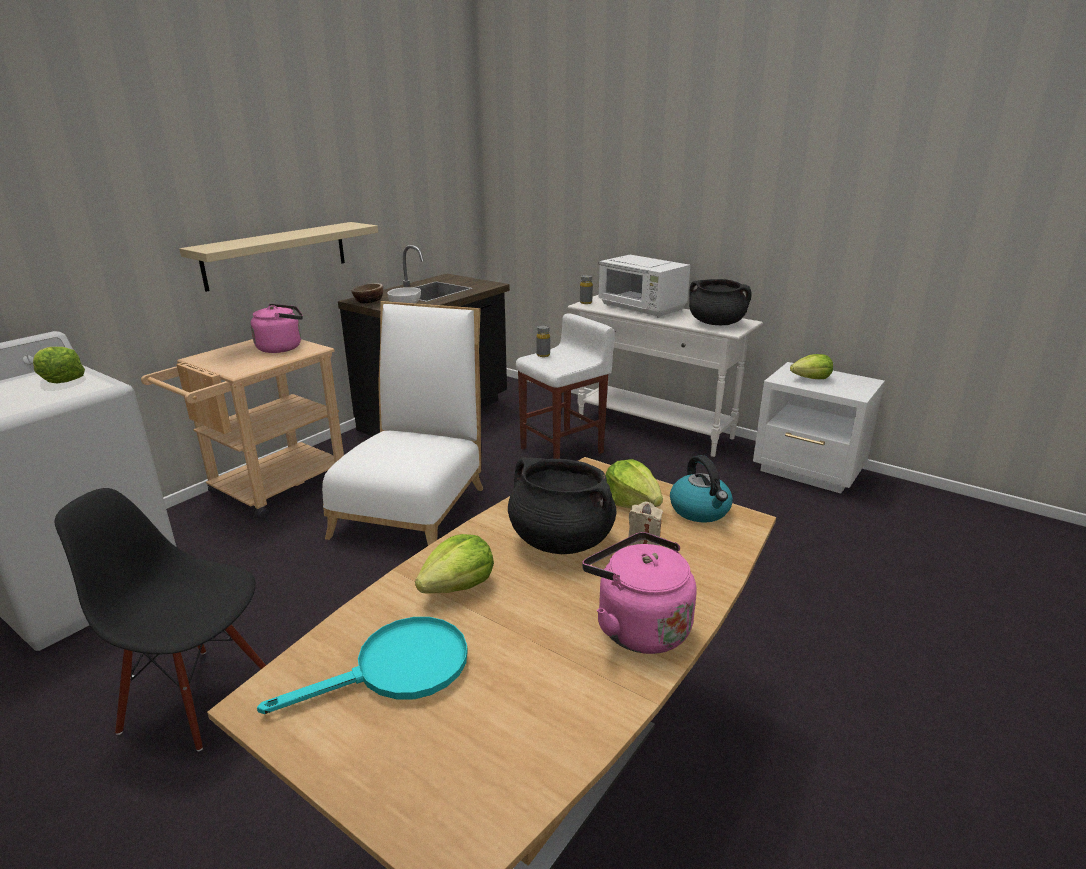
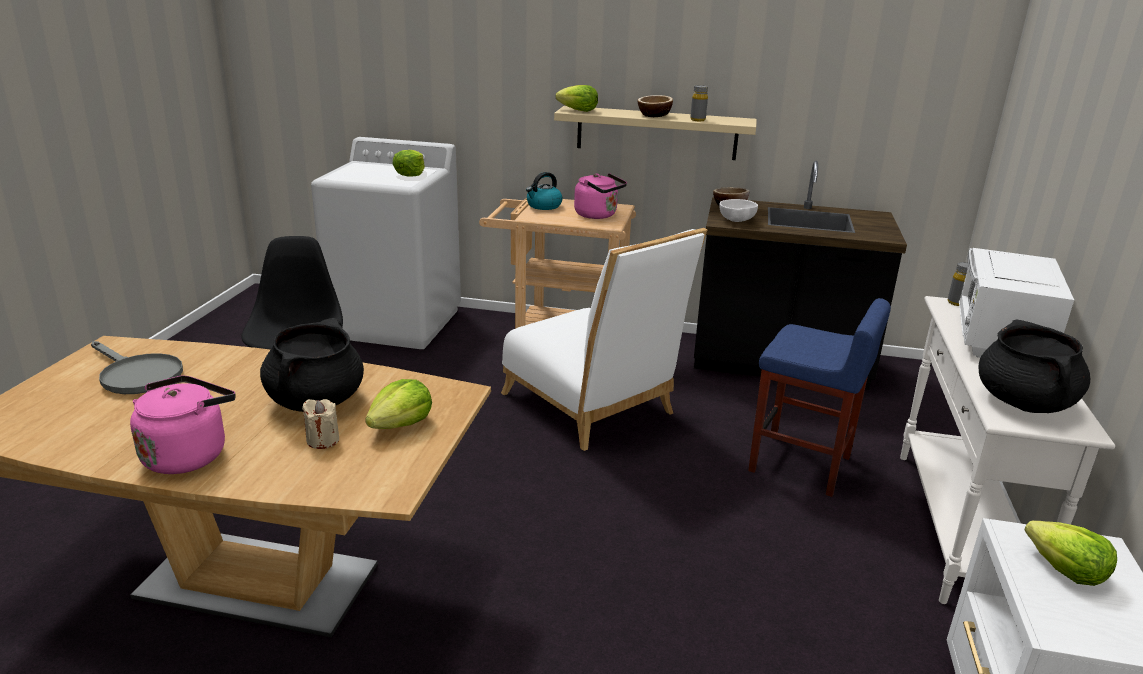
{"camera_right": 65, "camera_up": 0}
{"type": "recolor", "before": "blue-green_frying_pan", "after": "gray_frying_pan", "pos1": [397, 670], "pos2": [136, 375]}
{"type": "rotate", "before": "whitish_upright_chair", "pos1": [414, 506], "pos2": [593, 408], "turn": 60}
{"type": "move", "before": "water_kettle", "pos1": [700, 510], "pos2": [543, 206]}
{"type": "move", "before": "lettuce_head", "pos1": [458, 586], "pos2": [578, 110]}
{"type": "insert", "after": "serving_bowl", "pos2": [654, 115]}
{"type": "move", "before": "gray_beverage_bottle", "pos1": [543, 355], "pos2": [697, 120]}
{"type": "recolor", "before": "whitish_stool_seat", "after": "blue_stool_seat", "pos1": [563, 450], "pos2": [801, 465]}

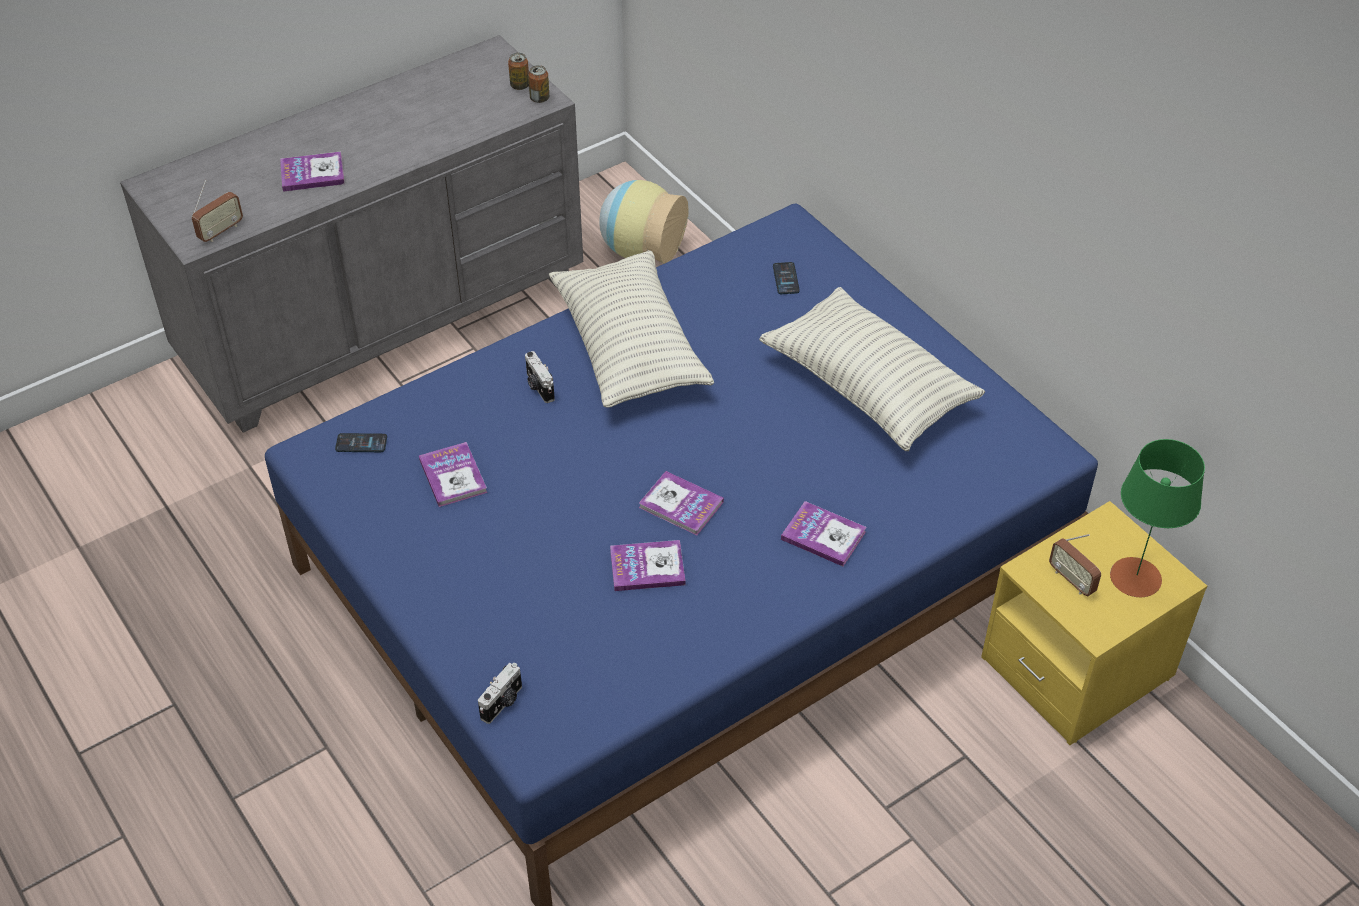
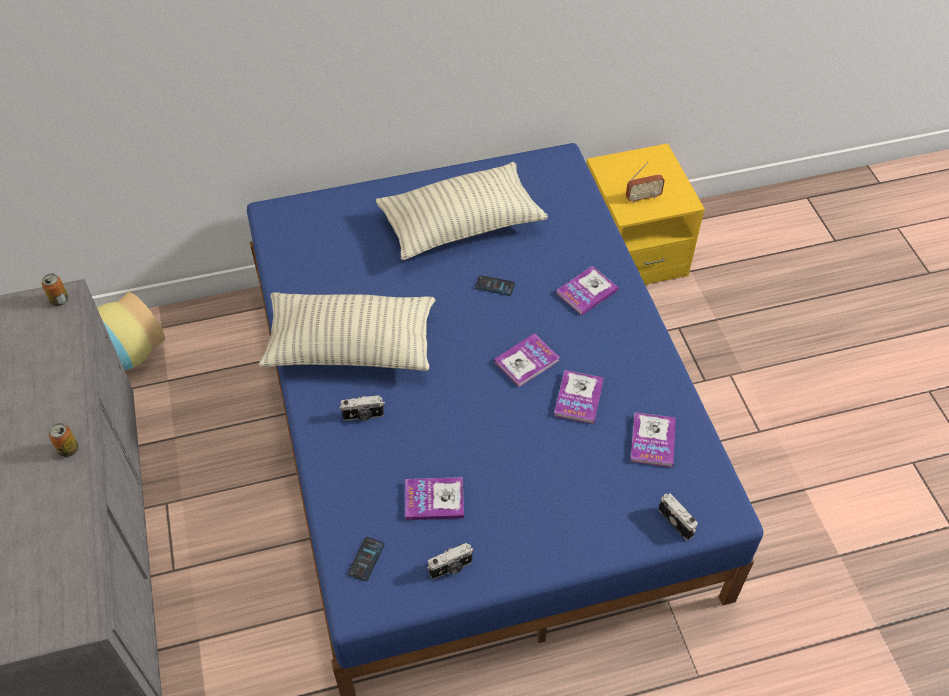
{"camera_right": -70, "camera_up": 5}
{"type": "move", "before": "metal_can", "pos1": [520, 85], "pos2": [68, 449]}
{"type": "insert", "after": "still_camera", "pos2": [451, 568]}
{"type": "move", "before": "telephone", "pos1": [786, 279], "pos2": [495, 286]}
{"type": "move", "before": "bound_book", "pos1": [312, 173], "pos2": [653, 440]}
{"type": "delete", "before": "radio_set", "pos1": [220, 231]}
{"type": "delete", "before": "green-coloured_lamp_for_a_table", "pos1": [1136, 577]}

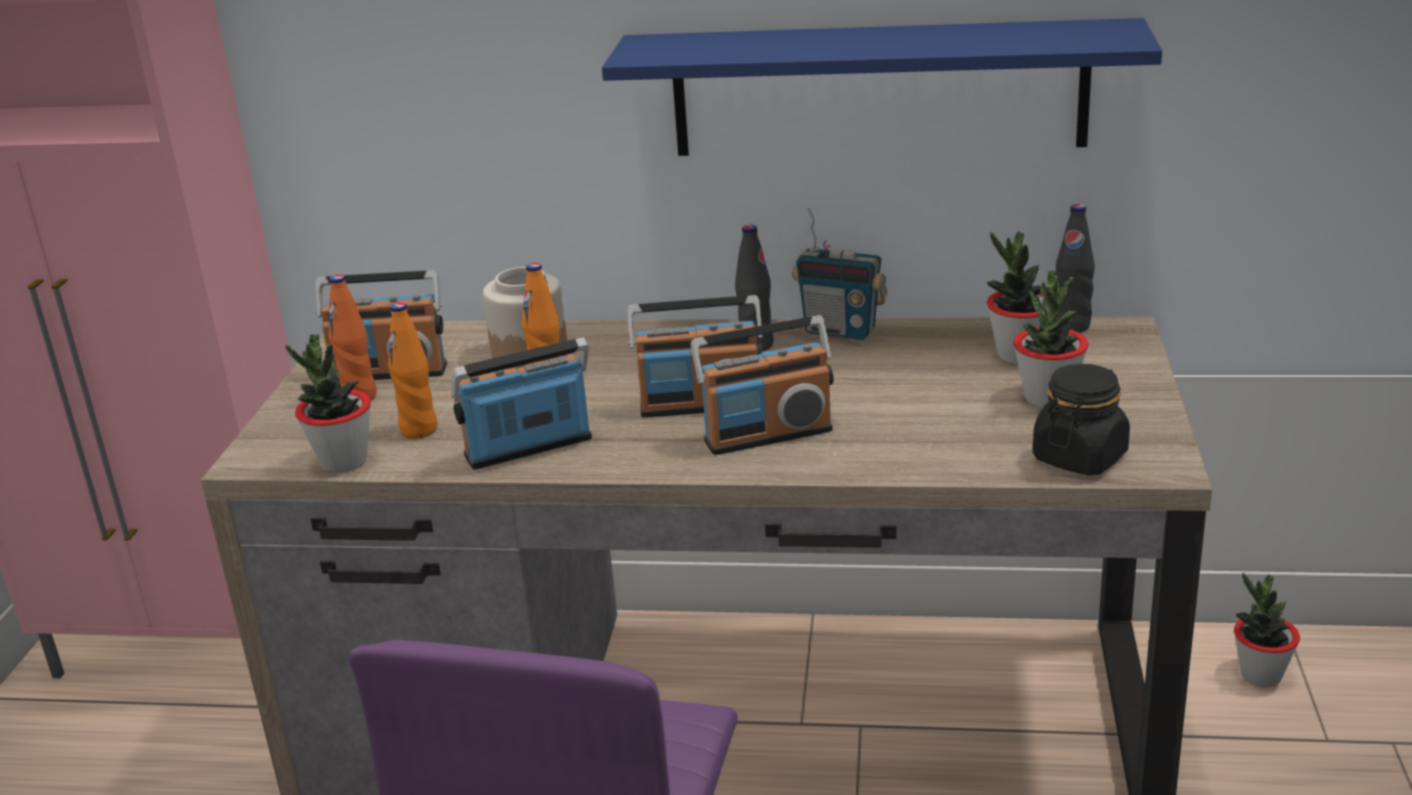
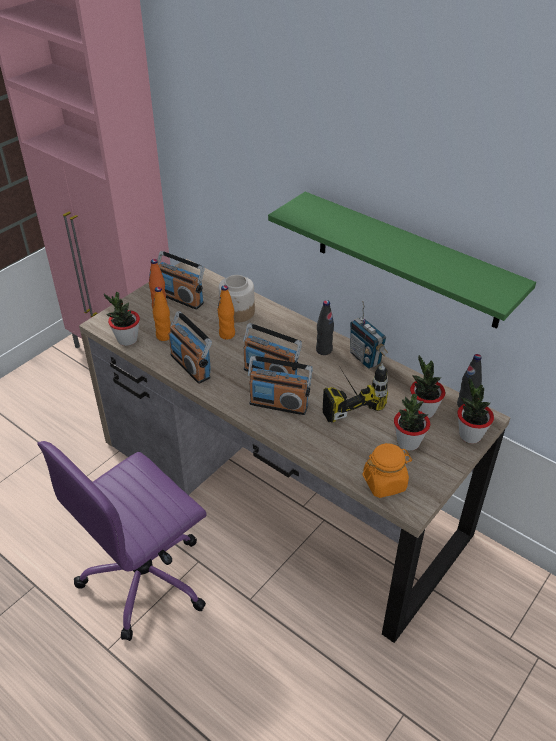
{"camera_right": 30, "camera_up": 15}
{"type": "rotate", "before": "radio_set", "pos1": [529, 449], "pos2": [191, 366], "turn": -135}
{"type": "recolor", "before": "blue_wall_shelf", "after": "green-coloured_wall_shelf", "pos1": [878, 89], "pos2": [407, 260]}
{"type": "insert", "after": "electric_drill", "pos2": [346, 397]}
{"type": "recolor", "before": "black-coloured_jar", "after": "orange_jar", "pos1": [1080, 457], "pos2": [384, 483]}
{"type": "move", "before": "potted_plant", "pos1": [1260, 675], "pos2": [470, 435]}

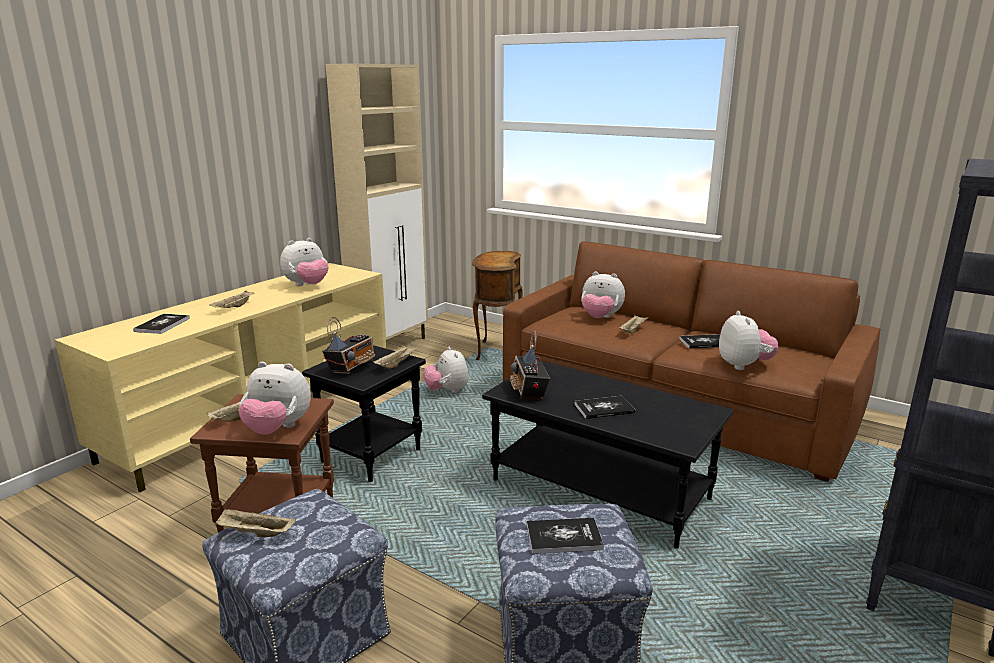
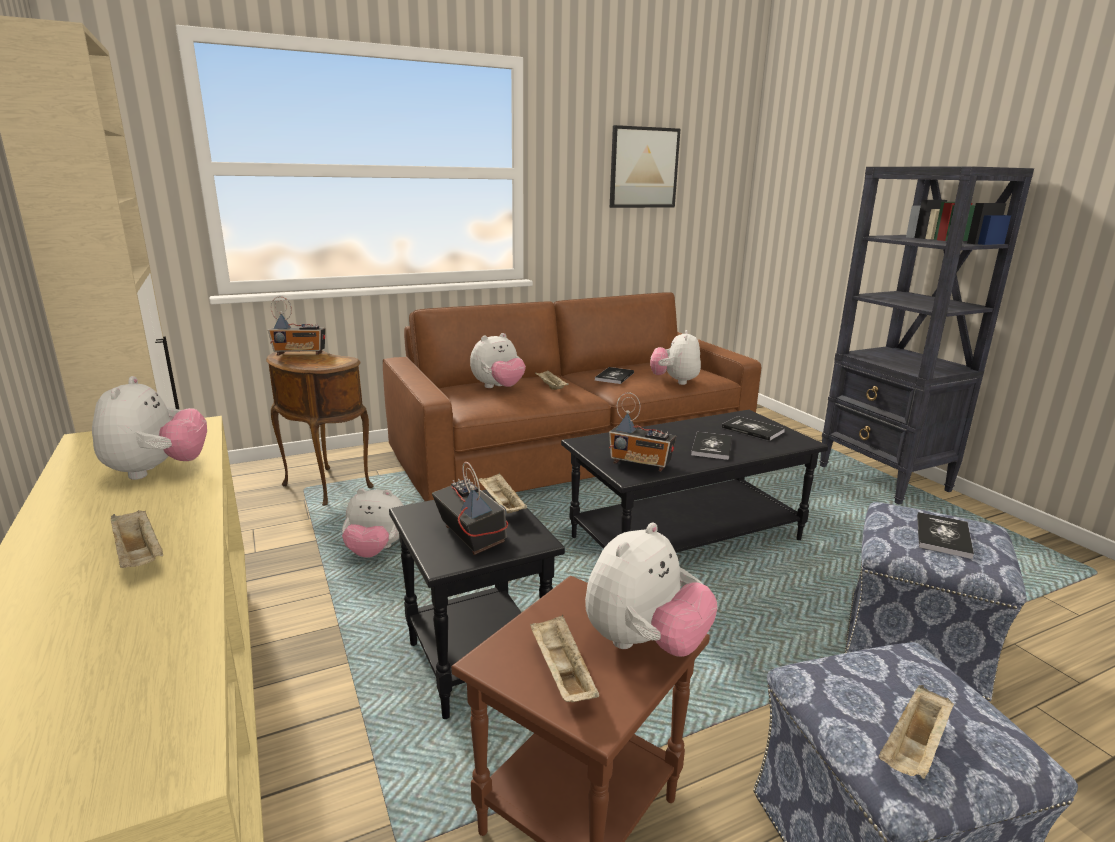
{"camera_right": -60, "camera_up": 0}
{"type": "insert", "after": "radio_set", "pos2": [300, 354]}
{"type": "insert", "after": "wall_picture", "pos2": [643, 168]}
{"type": "rotate", "before": "cuddly_toy", "pos1": [744, 365], "pos2": [674, 381], "turn": -105}
{"type": "move", "before": "bound_book", "pos1": [162, 325], "pos2": [752, 430]}

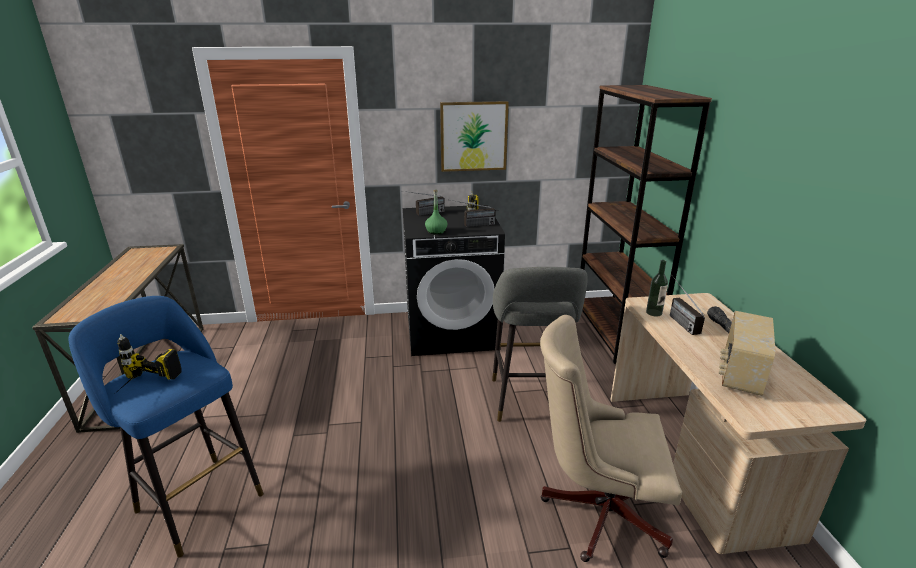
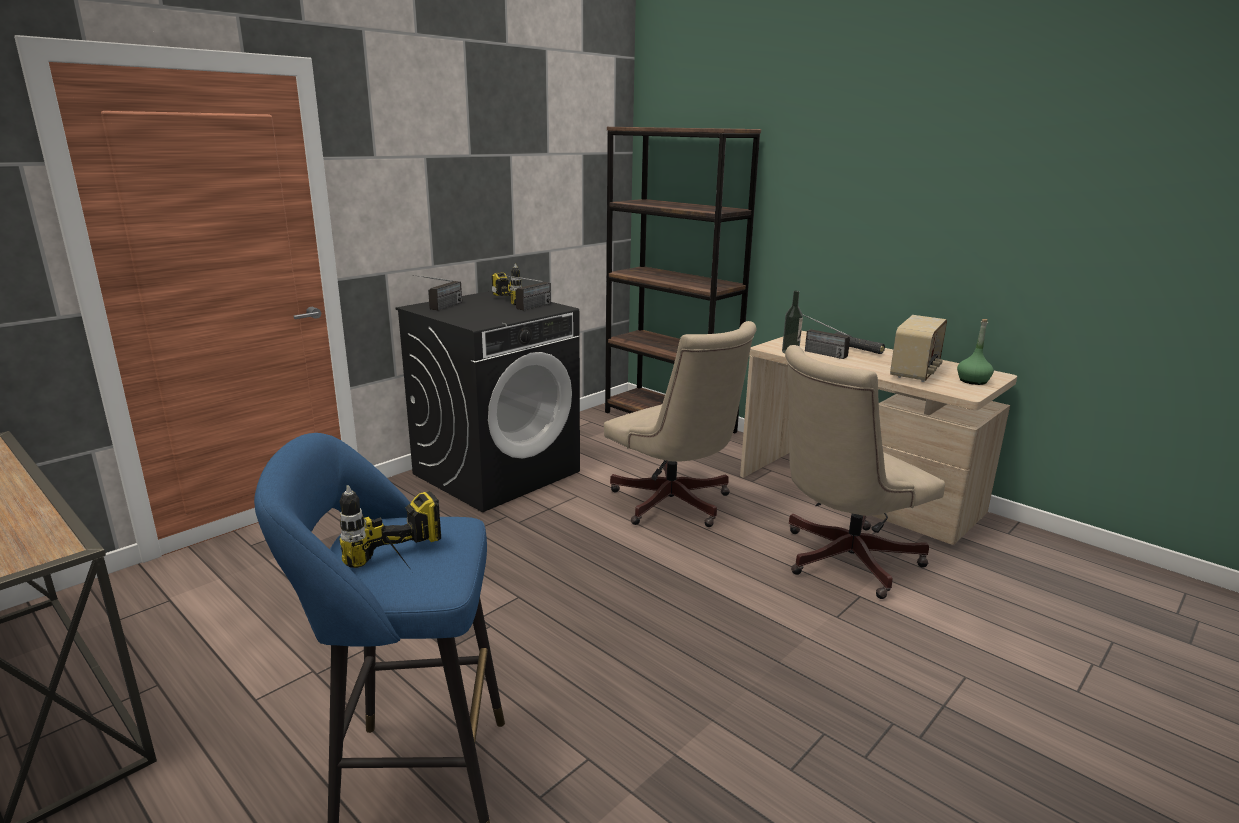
{"camera_right": -40, "camera_up": -5}
{"type": "replace", "before": "gray_stool_seat", "after": "sand-coloured_desk_chair", "pos1": [529, 403], "pos2": [675, 506]}
{"type": "rotate", "before": "radio_set", "pos1": [739, 374], "pos2": [915, 373], "turn": -135}
{"type": "move", "before": "green-coloured_beverage_bottle", "pos1": [436, 231], "pos2": [972, 381]}
{"type": "delete", "before": "wall_picture", "pos1": [473, 136]}

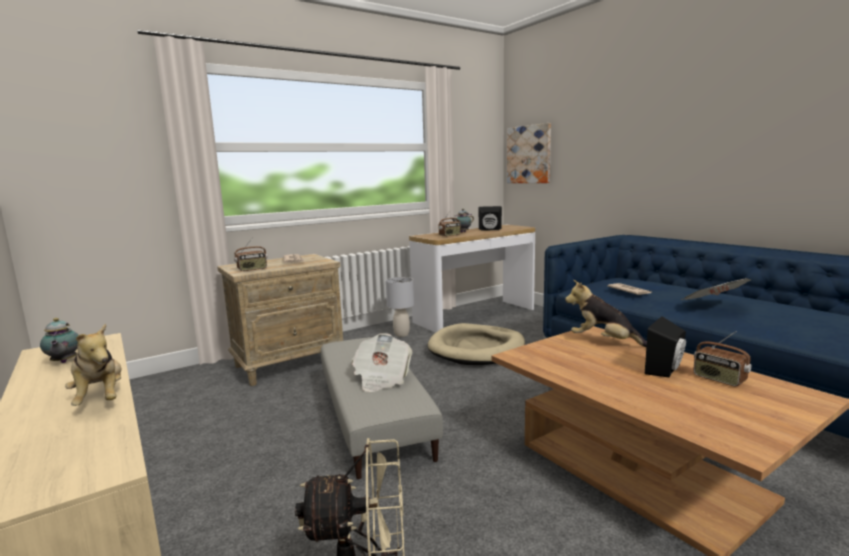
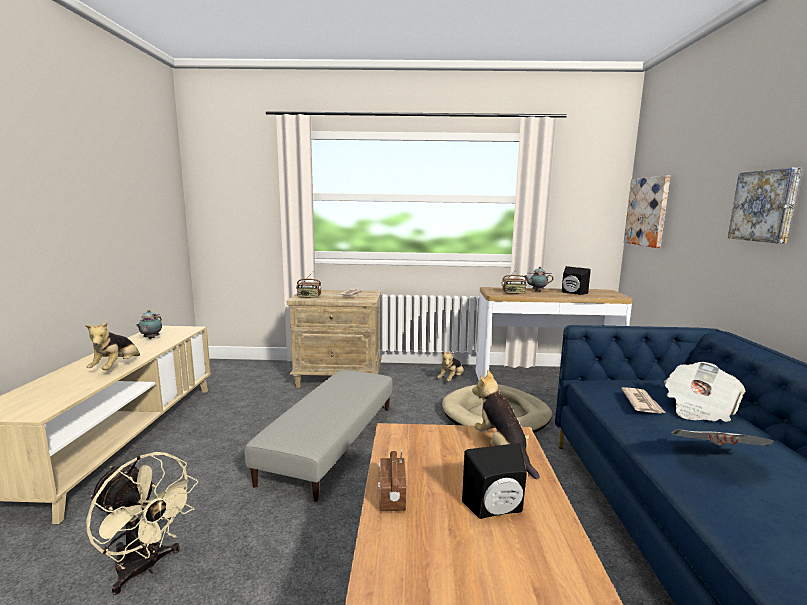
{"camera_right": 35, "camera_up": 0}
{"type": "move", "before": "radio_set", "pos1": [719, 379], "pos2": [391, 498]}
{"type": "replace", "before": "gray_lamp_for_a_table", "after": "cuddly_toy", "pos1": [401, 334], "pos2": [451, 380]}
{"type": "move", "before": "daily_paper", "pos1": [381, 378], "pos2": [698, 409]}
{"type": "insert", "after": "wall_picture", "pos2": [765, 206]}

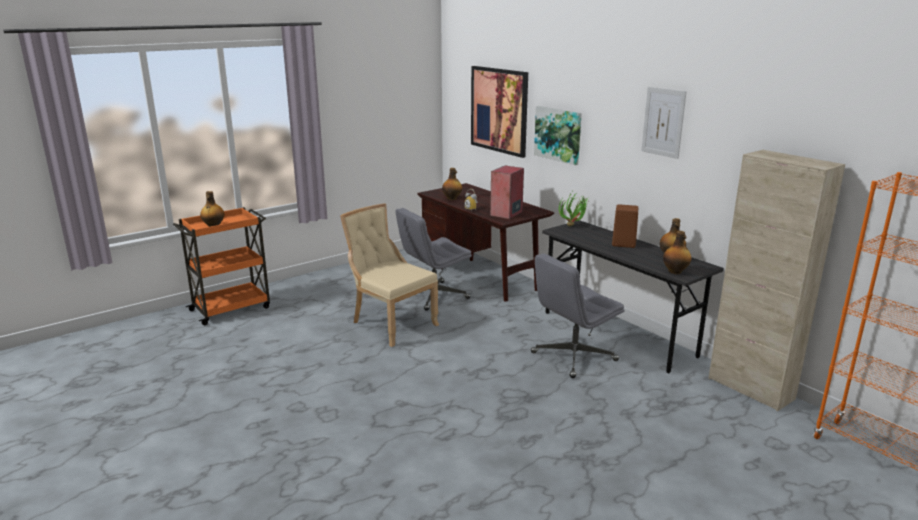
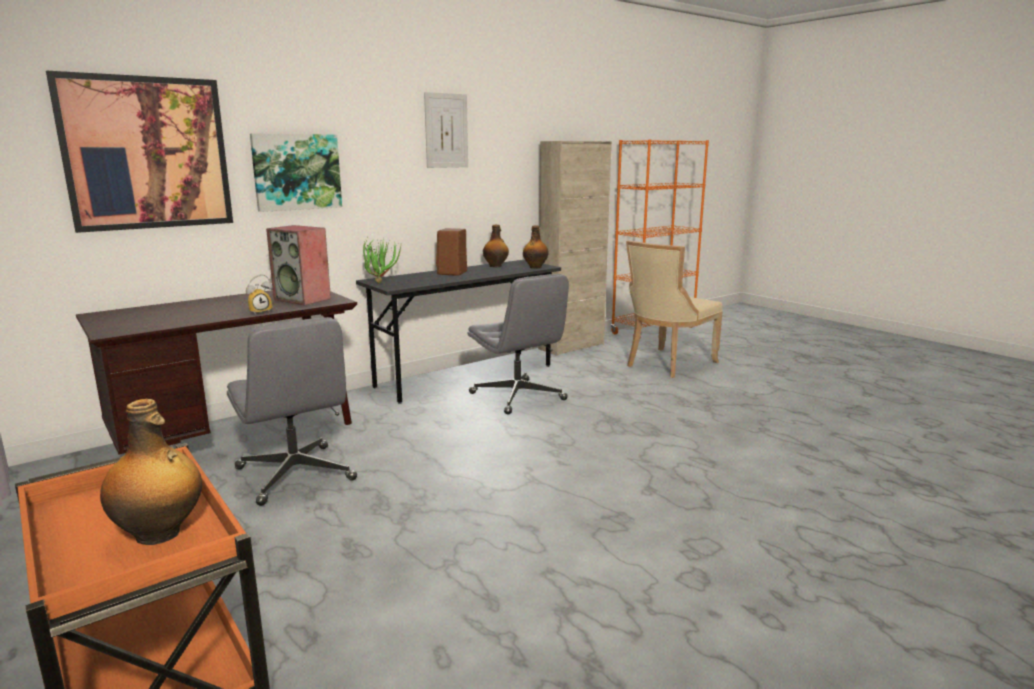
{"camera_right": -90, "camera_up": -5}
{"type": "move", "before": "sand-coloured_upright_chair", "pos1": [390, 324], "pos2": [667, 364]}
{"type": "delete", "before": "beverage_bottle", "pos1": [452, 199]}

